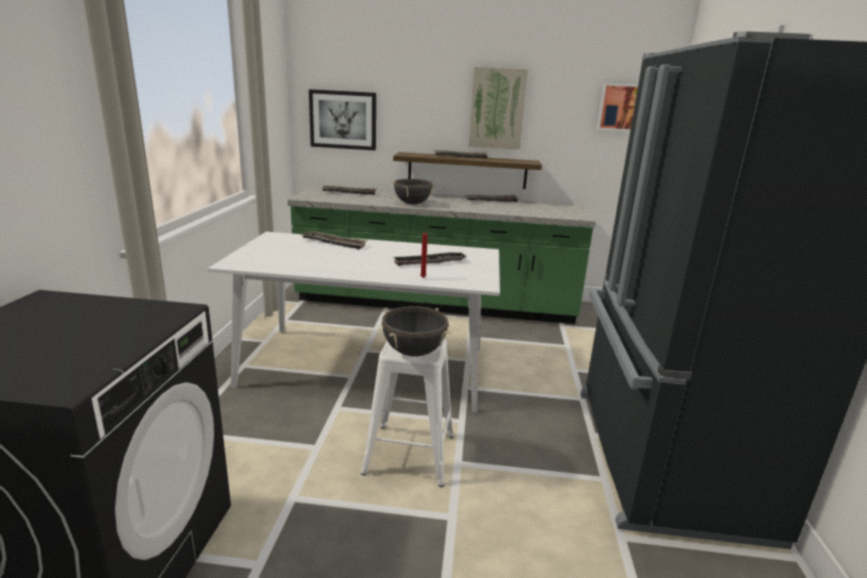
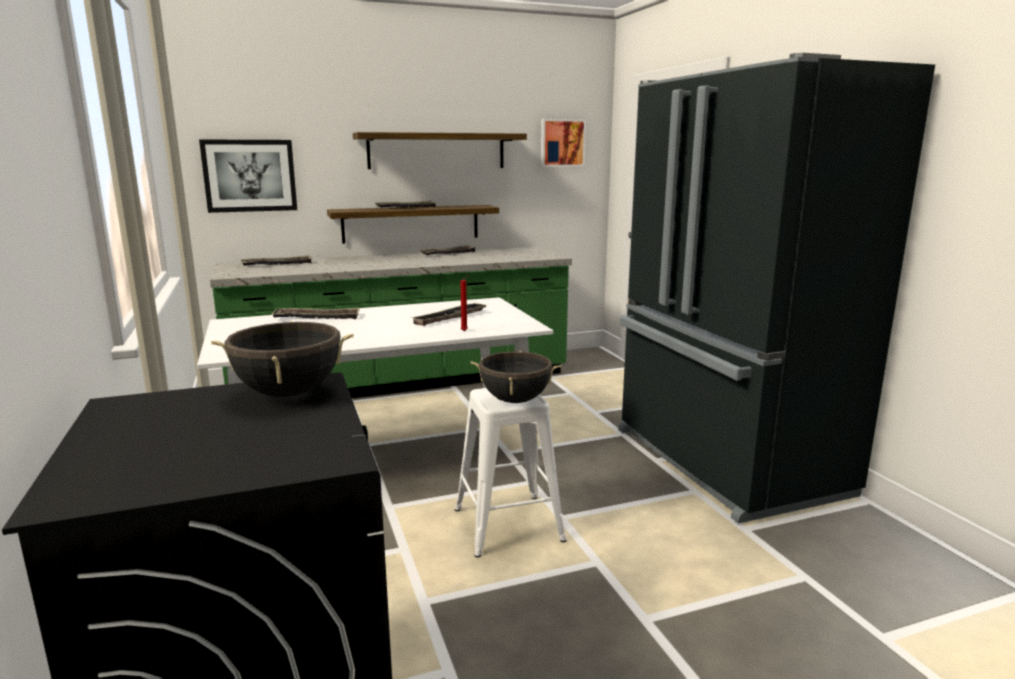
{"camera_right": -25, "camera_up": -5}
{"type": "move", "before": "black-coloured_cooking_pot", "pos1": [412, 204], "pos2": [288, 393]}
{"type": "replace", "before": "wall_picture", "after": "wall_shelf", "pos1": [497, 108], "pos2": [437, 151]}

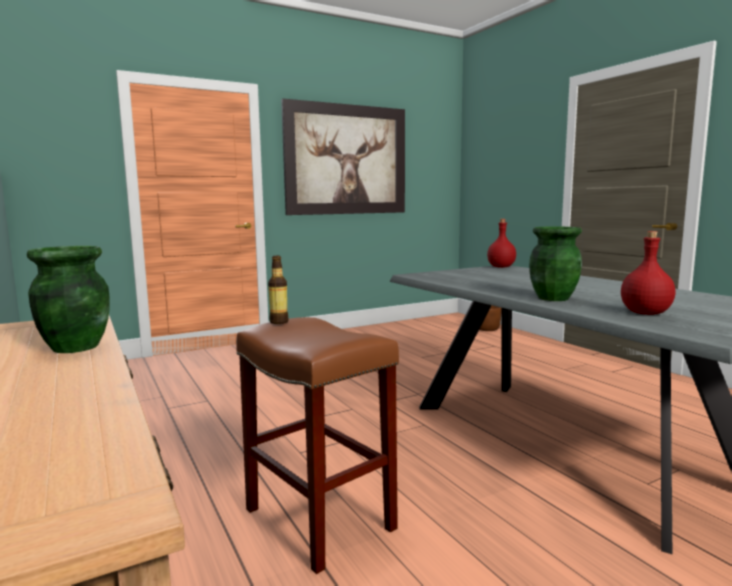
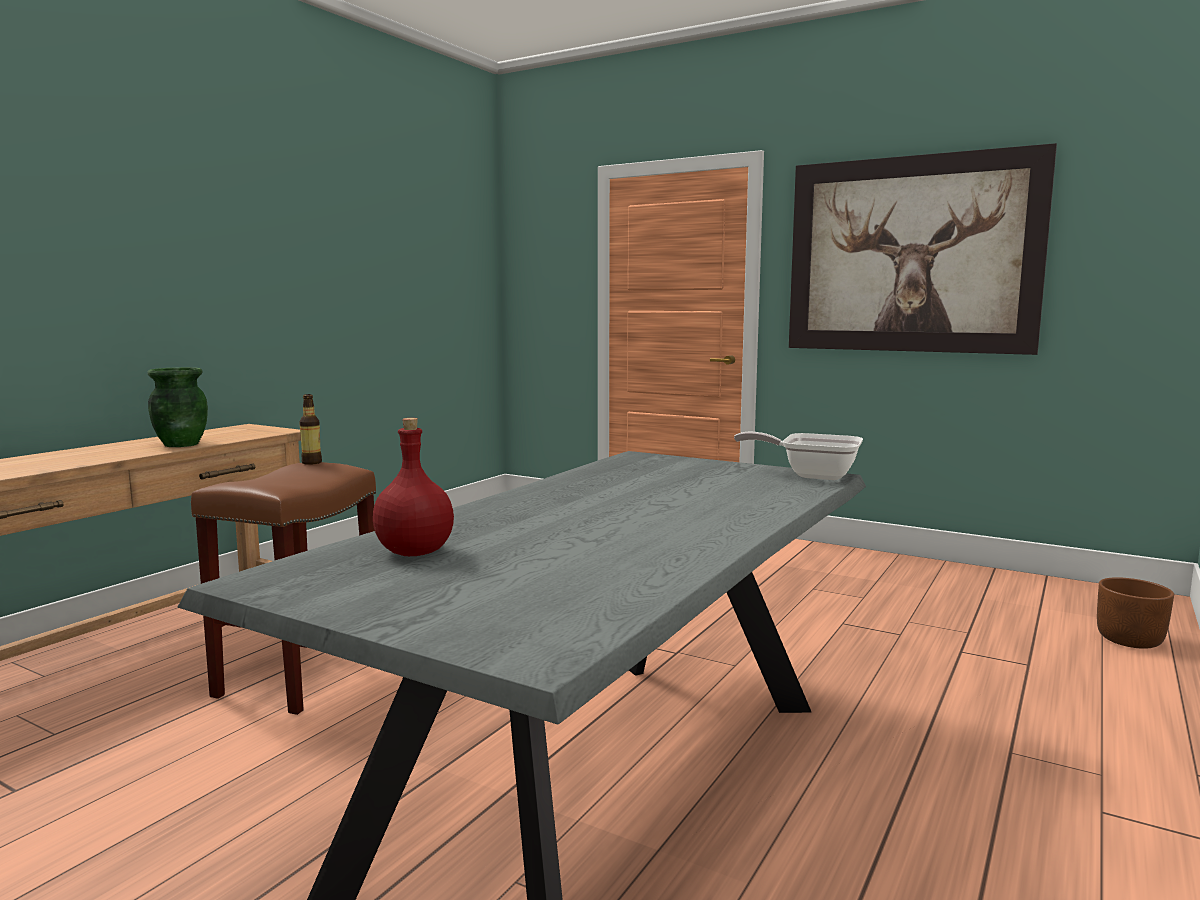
{"camera_right": 60, "camera_up": 0}
{"type": "replace", "before": "reddish_beverage_bottle", "after": "frying_pan", "pos1": [500, 267], "pos2": [811, 475]}
{"type": "delete", "before": "green-coloured_decorative_vase", "pos1": [553, 298]}

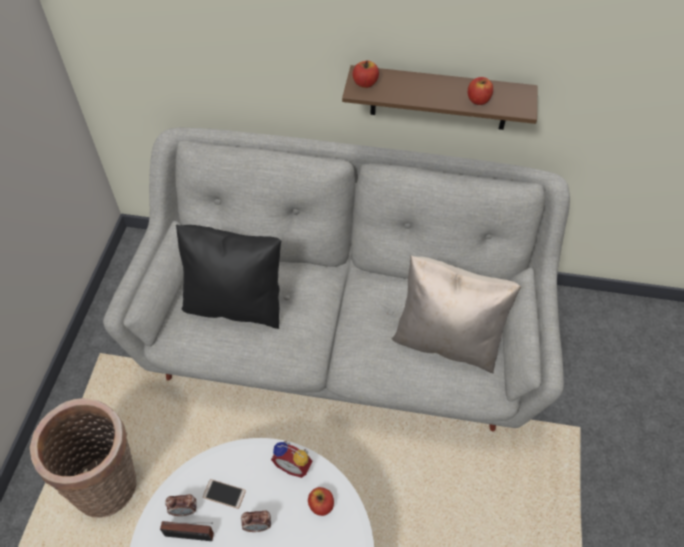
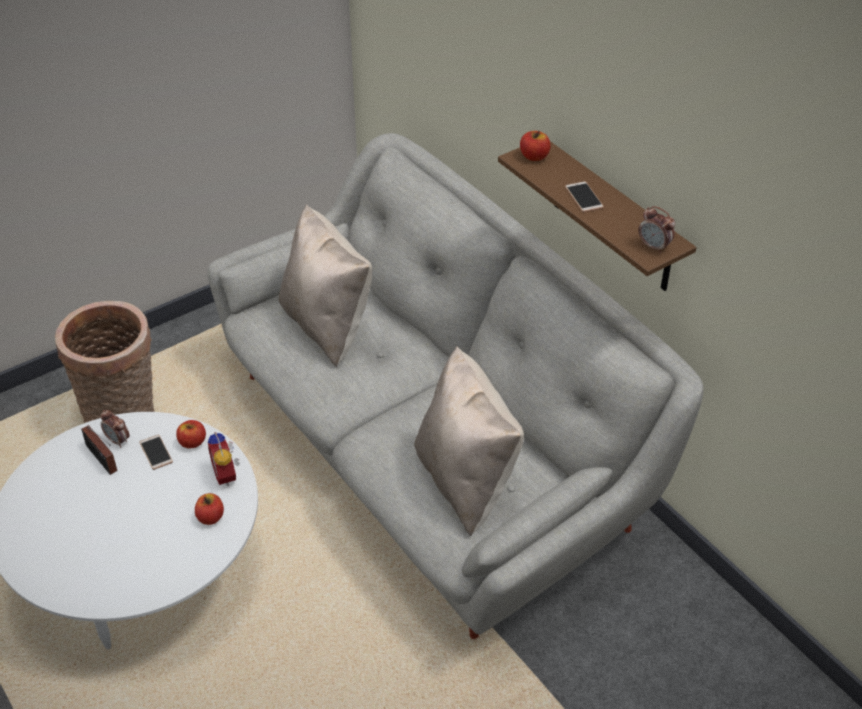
{"camera_right": 45, "camera_up": -10}
{"type": "move", "before": "whole_apple", "pos1": [478, 100], "pos2": [192, 442]}
{"type": "recolor", "before": "black-coloured_throw_pillow", "after": "sand-coloured_throw_pillow", "pos1": [235, 303], "pos2": [327, 325]}
{"type": "insert", "after": "telephone", "pos2": [584, 197]}
{"type": "move", "before": "bedside_clock", "pos1": [258, 526], "pos2": [654, 247]}

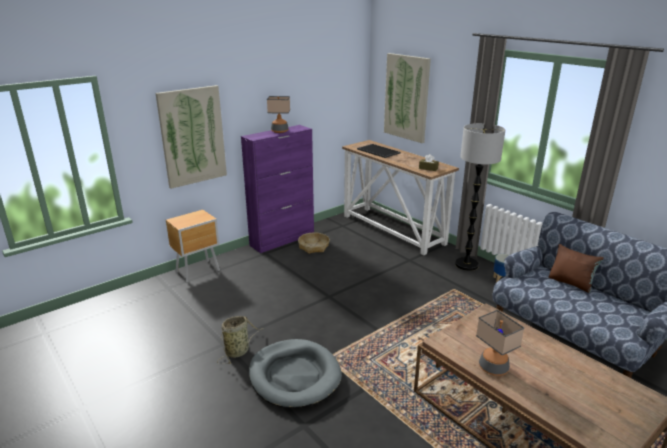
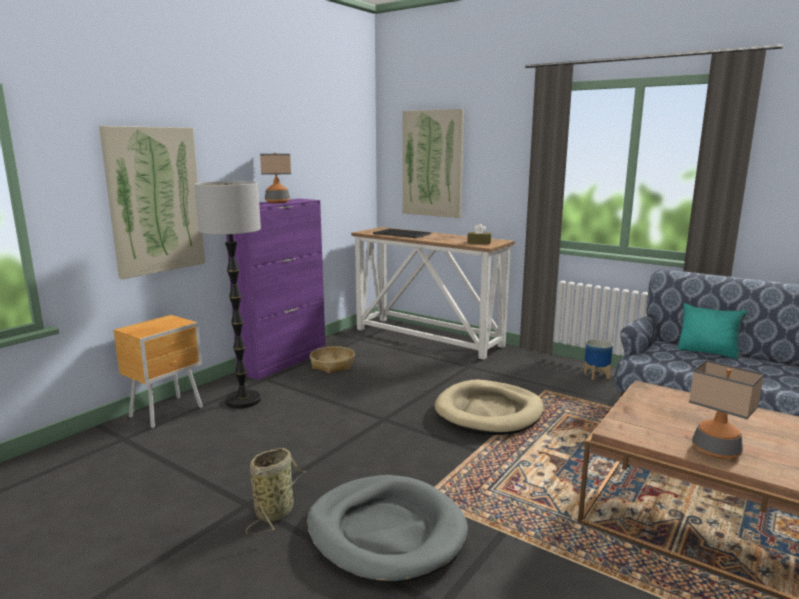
{"camera_right": -15, "camera_up": -10}
{"type": "move", "before": "floor_lamp", "pos1": [466, 265], "pos2": [243, 400]}
{"type": "insert", "after": "sand-coloured_pet_bed", "pos2": [489, 412]}
{"type": "recolor", "before": "brown-coloured_throw_pillow", "after": "blue-green_throw_pillow", "pos1": [571, 283], "pos2": [708, 352]}

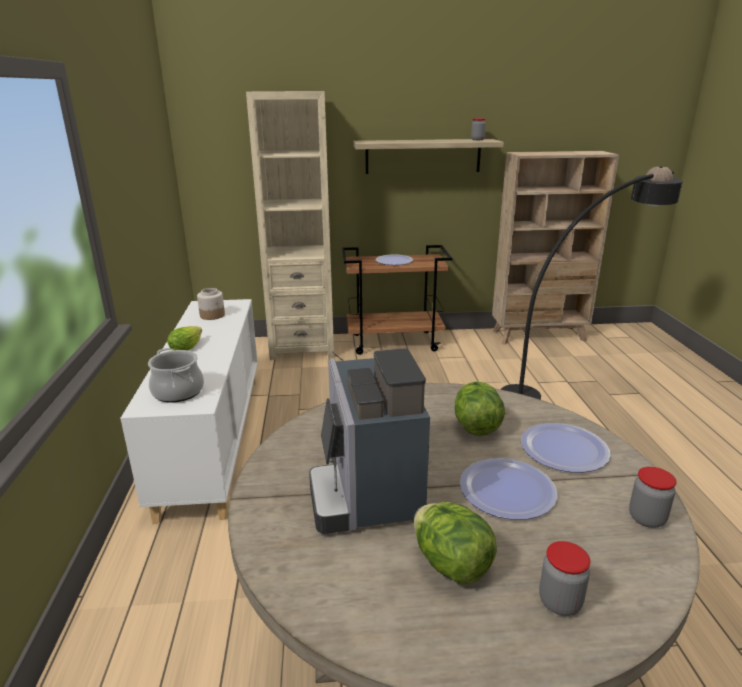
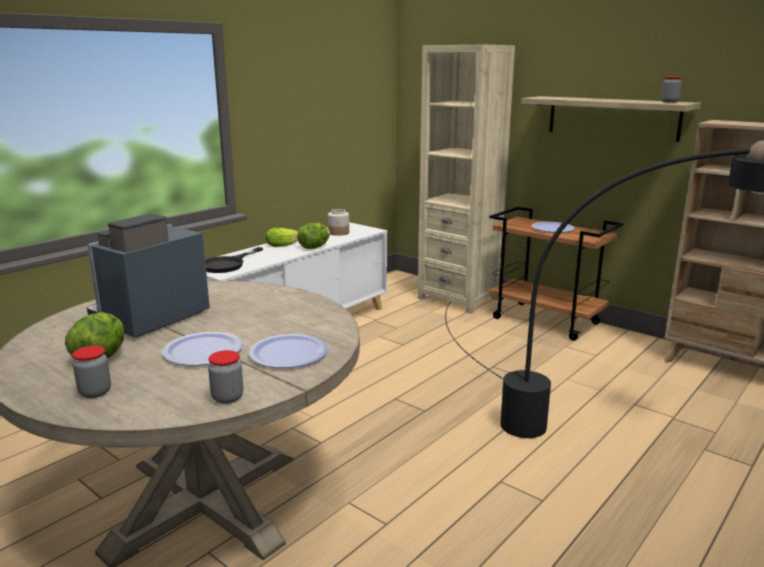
{"camera_right": 45, "camera_up": -5}
{"type": "replace", "before": "cooking_pot", "after": "black-coloured_frying_pan", "pos1": [178, 392], "pos2": [227, 264]}
{"type": "move", "before": "lettuce_head", "pos1": [476, 426], "pos2": [314, 247]}

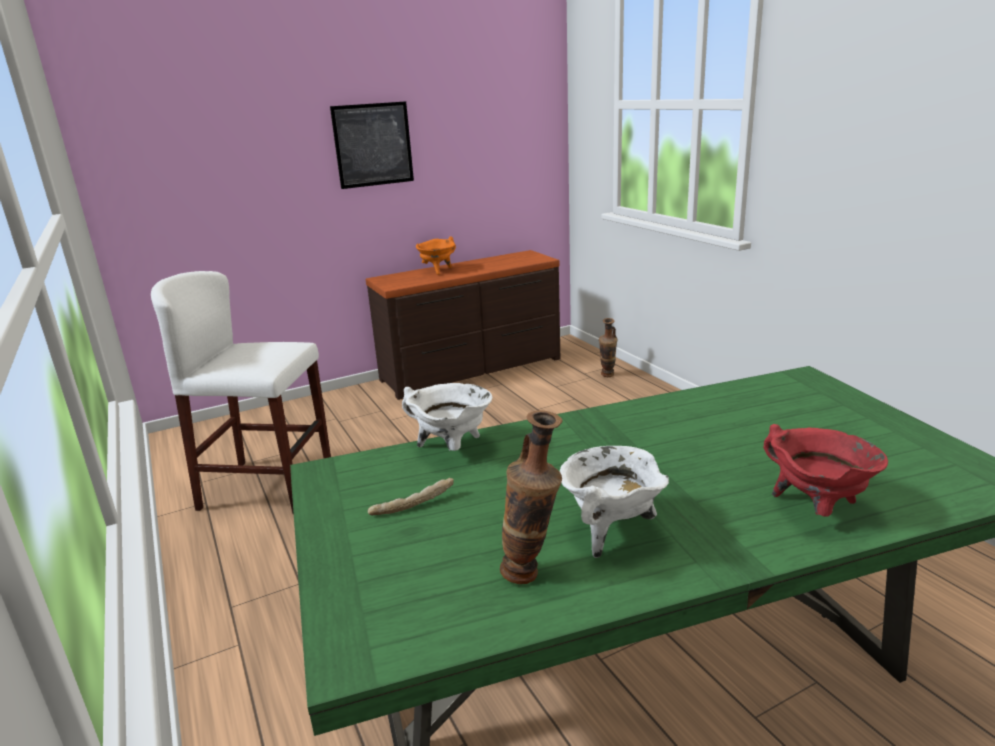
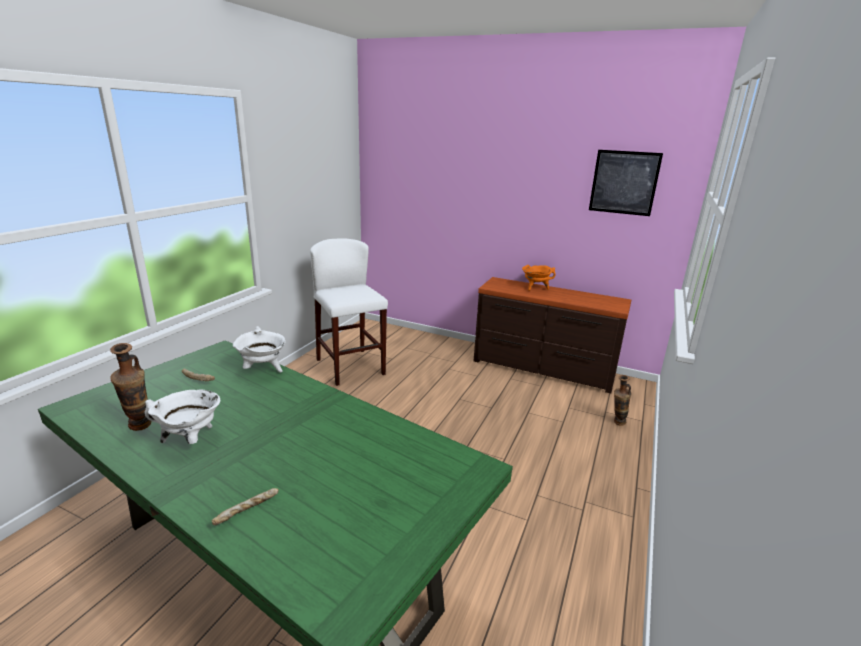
{"camera_right": 50, "camera_up": 0}
{"type": "replace", "before": "reddish_cooking_pot", "after": "bread", "pos1": [817, 509], "pos2": [248, 511]}
{"type": "move", "before": "wall_picture", "pos1": [373, 145], "pos2": [624, 182]}

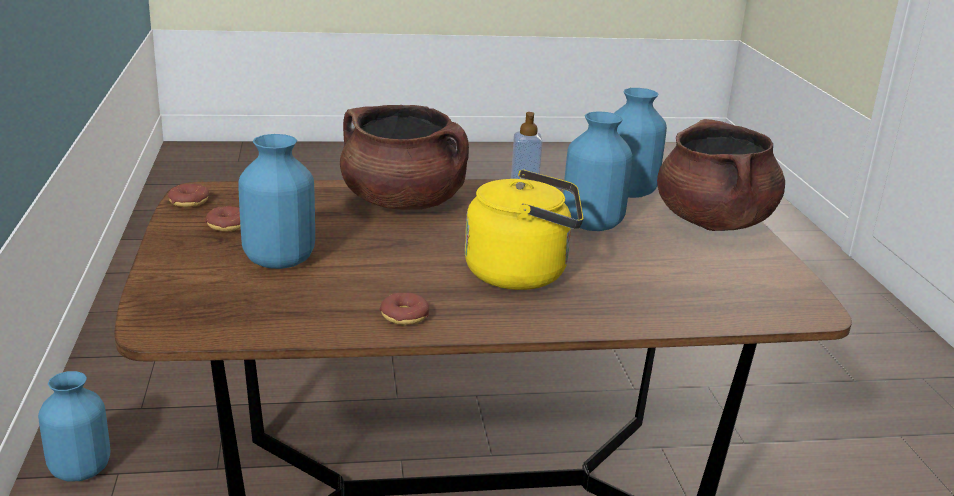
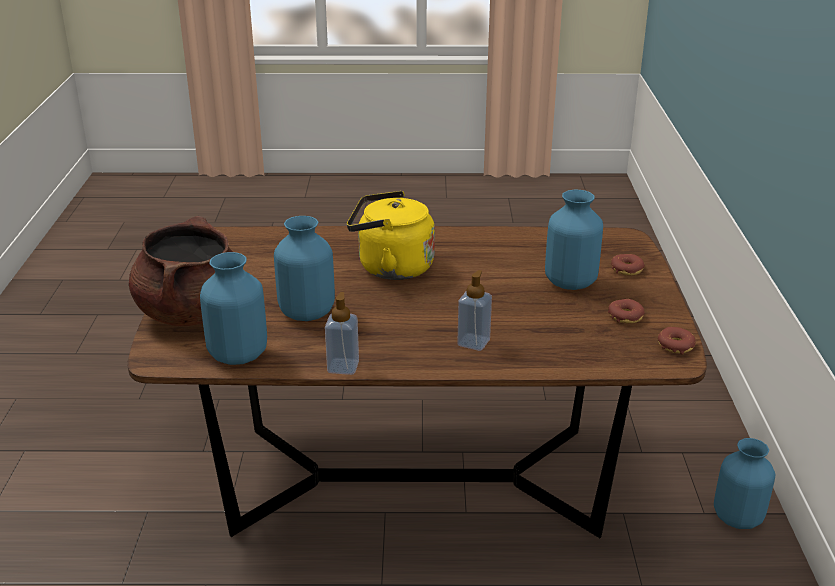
{"camera_right": -170, "camera_up": 5}
{"type": "replace", "before": "brown-coloured_cooking_pot", "after": "liquid_soap_bottle", "pos1": [403, 202], "pos2": [473, 342]}
{"type": "move", "before": "donut", "pos1": [404, 316], "pos2": [627, 269]}

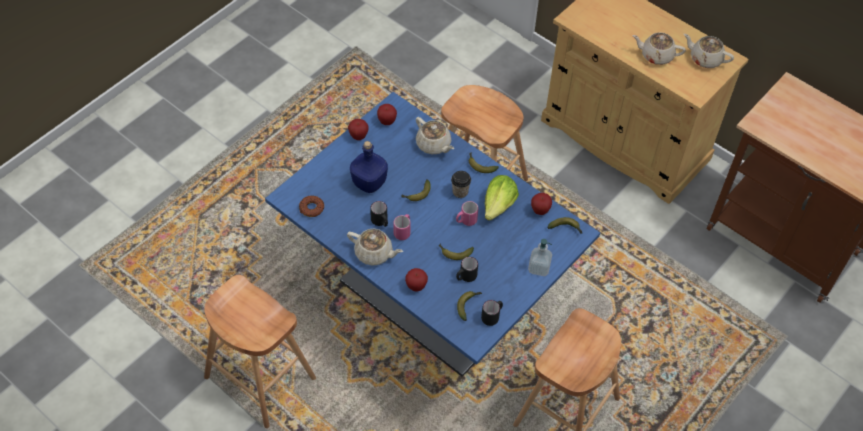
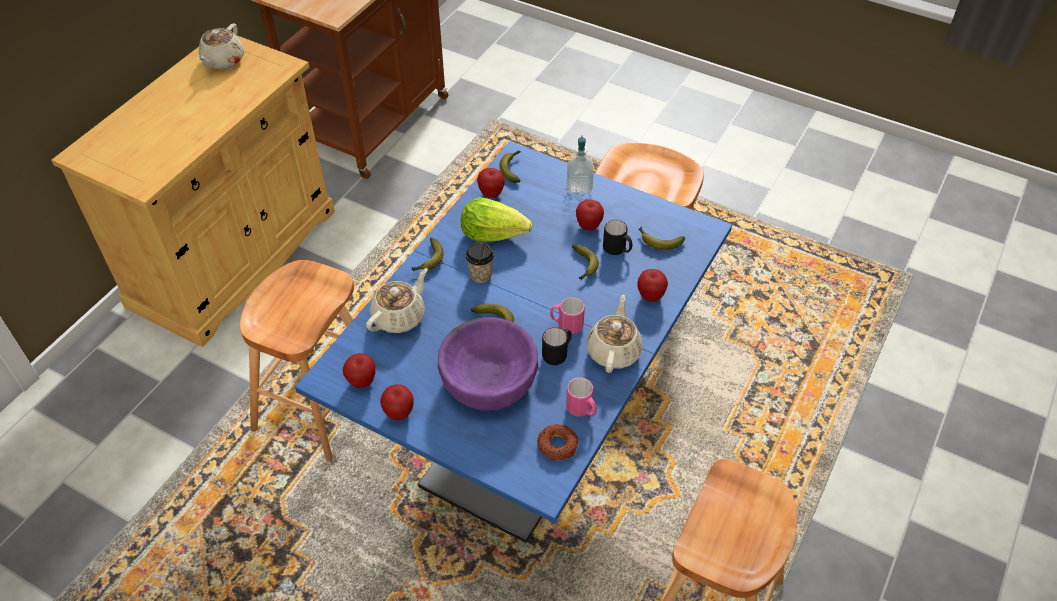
{"camera_right": -100, "camera_up": -5}
{"type": "replace", "before": "blue_beverage_bottle", "after": "purplish_serving_bowl", "pos1": [369, 182], "pos2": [488, 381]}
{"type": "move", "before": "pinkish_tea_mug", "pos1": [466, 221], "pos2": [582, 410]}
{"type": "insert", "after": "whole_apple", "pos2": [588, 226]}
{"type": "delete", "before": "black-coloured_tea_mug", "pos1": [492, 316]}
{"type": "delete", "before": "sand-coloured_teapot", "pos1": [656, 55]}

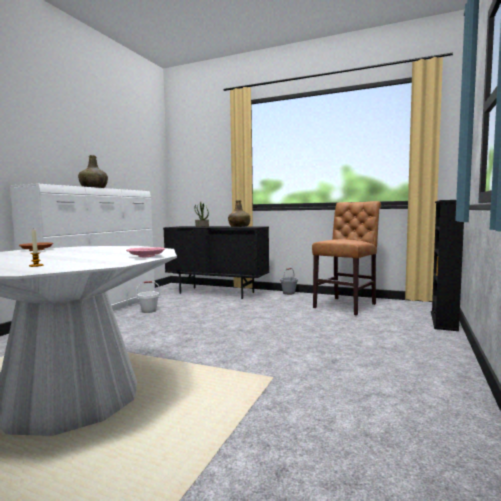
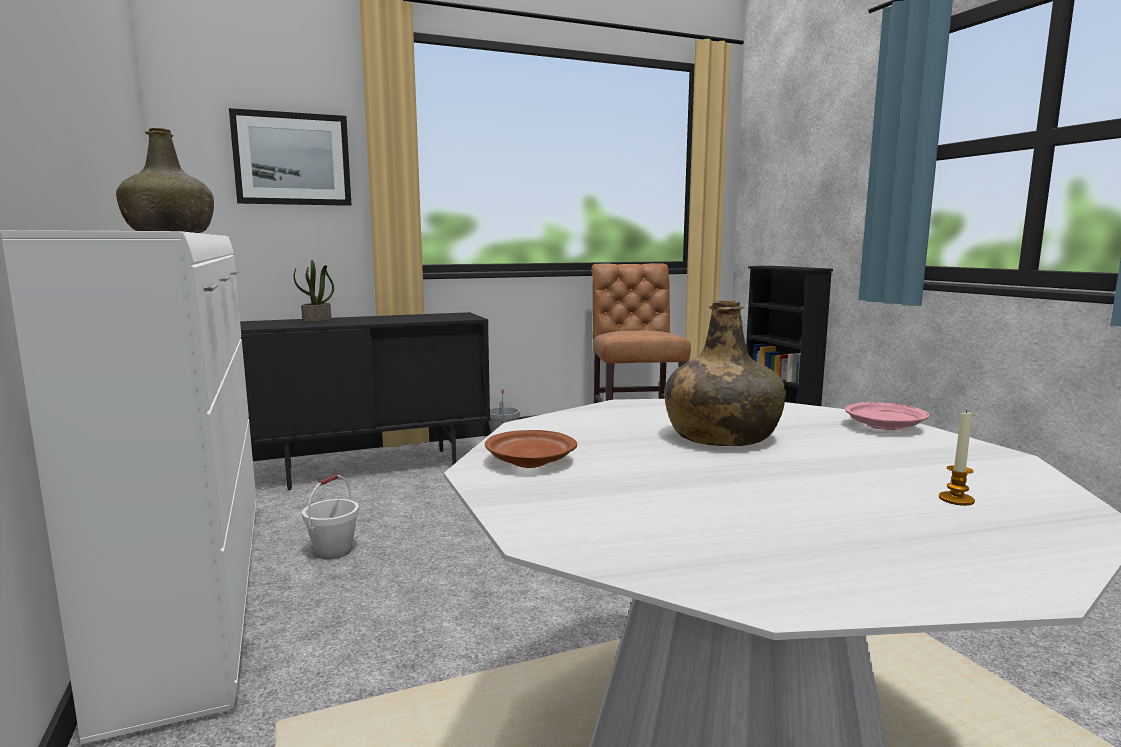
{"camera_right": -45, "camera_up": 5}
{"type": "insert", "after": "wall_picture", "pos2": [292, 159]}
{"type": "move", "before": "green-coloured_beverage_bottle", "pos1": [239, 226], "pos2": [720, 437]}

